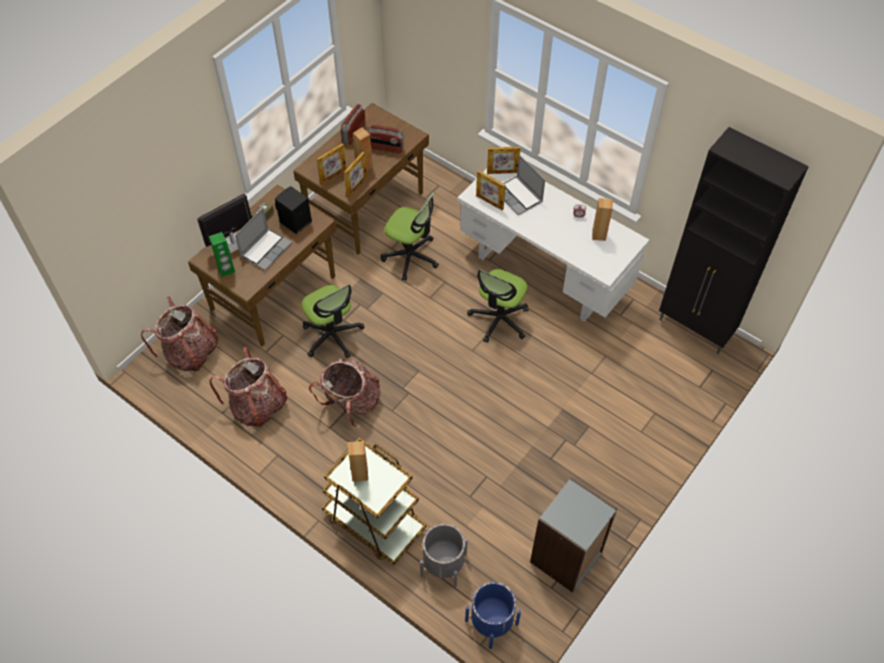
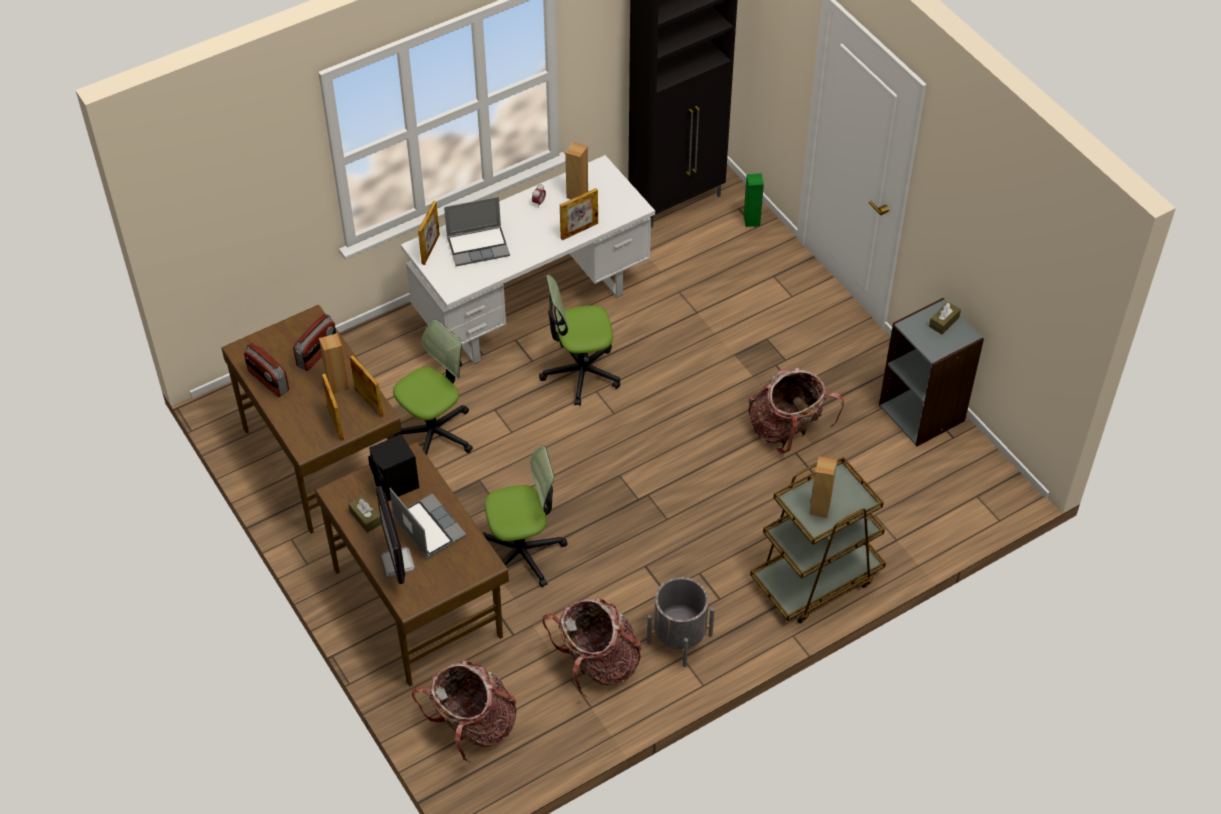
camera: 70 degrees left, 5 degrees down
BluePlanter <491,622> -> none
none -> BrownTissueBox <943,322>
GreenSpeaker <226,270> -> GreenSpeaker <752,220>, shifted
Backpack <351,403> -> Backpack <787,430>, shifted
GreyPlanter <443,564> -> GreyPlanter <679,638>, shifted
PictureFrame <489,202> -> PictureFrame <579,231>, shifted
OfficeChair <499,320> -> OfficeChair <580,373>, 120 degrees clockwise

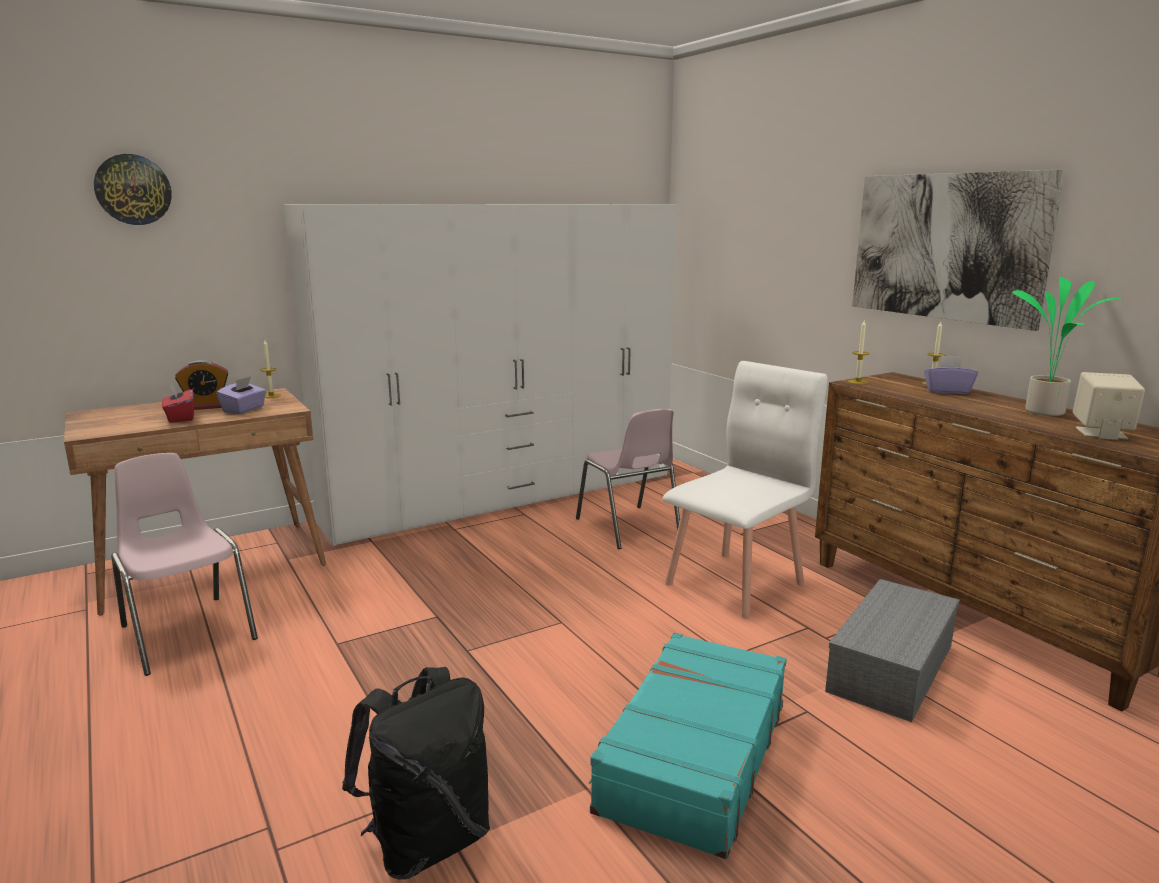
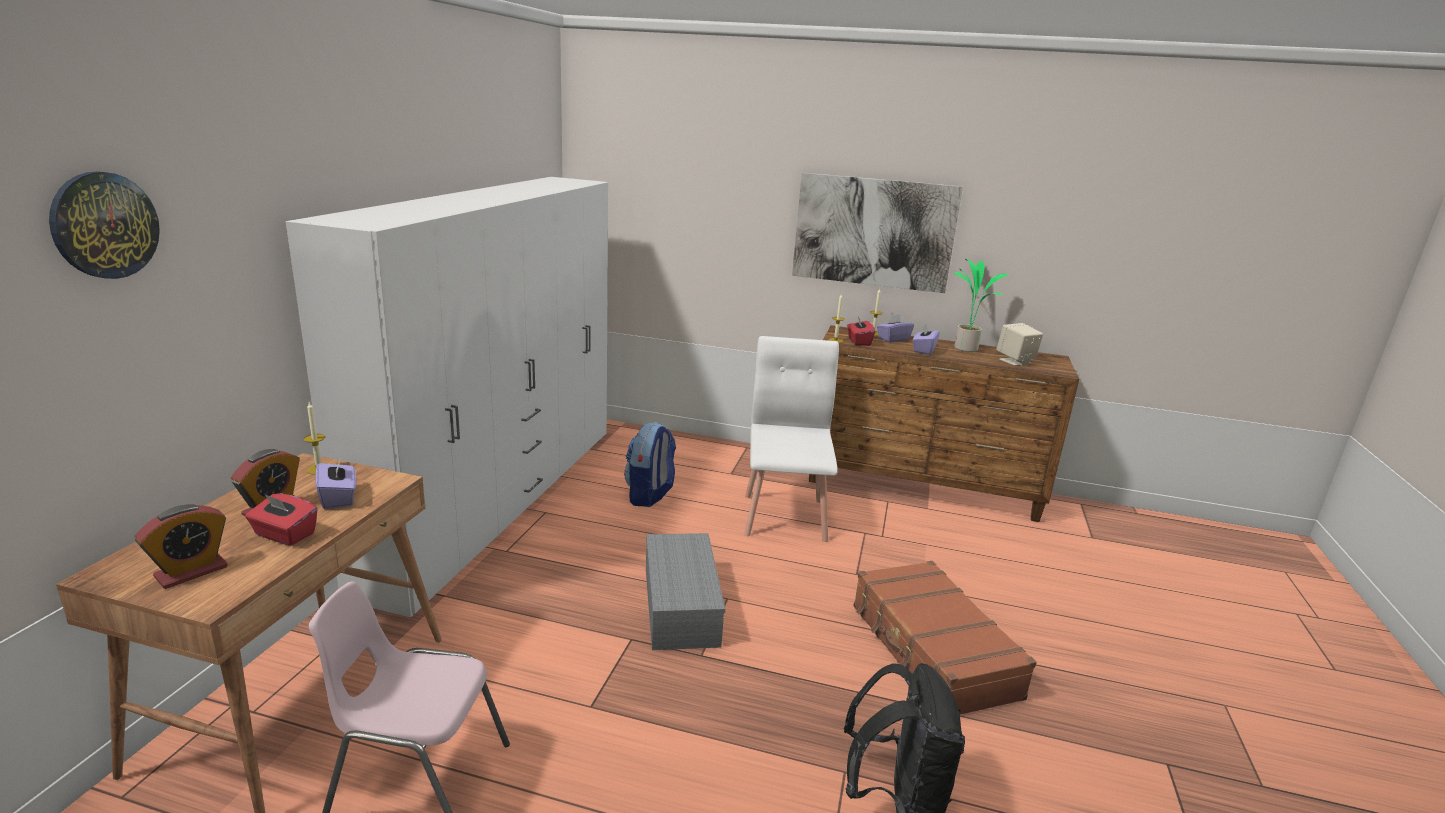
camera: 45 degrees left, 5 degrees up
none -> AlarmClock <191,572>
none -> RedTissueBox <858,342>
none -> PurpleTissueBox <923,350>
GreyStorageBox <890,666> -> GreyStorageBox <679,605>, shifted
PinkChair <628,528> -> Backpack <650,496>
TurquoiseSuitcase <692,756> -> BrownSuitcase <932,651>

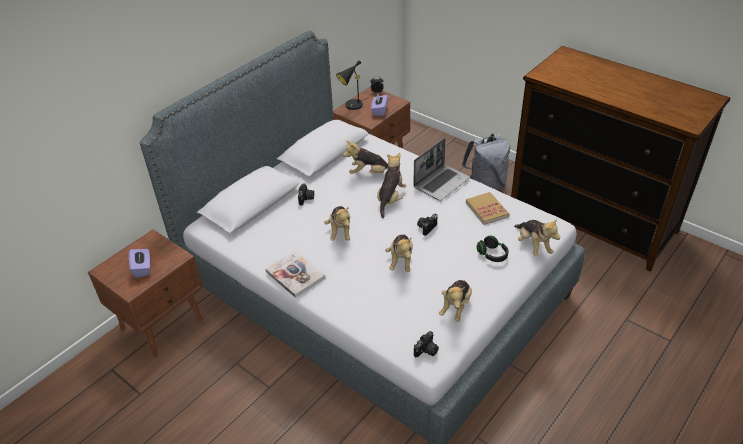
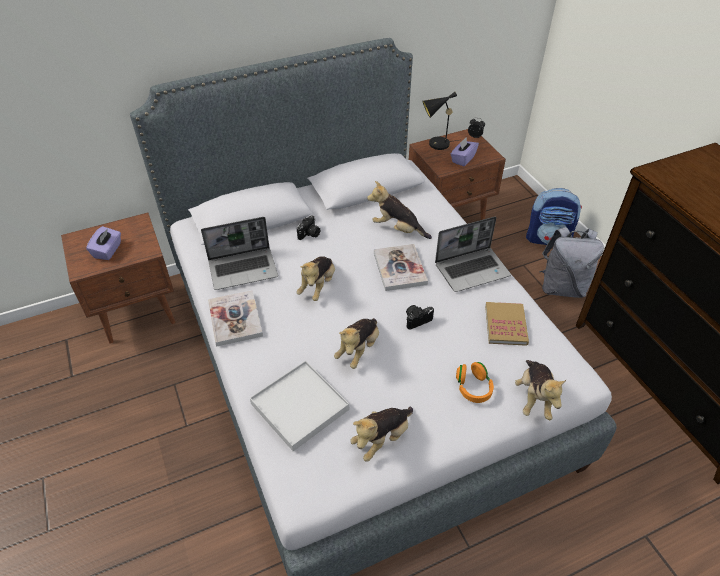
camera: 25 degrees right, 5 degrees up
PhotoCamera <426,351> -> none
none -> Laptop <244,269>
none -> WhiteTray <299,406>
none -> Backpack <548,238>
PlushToy <390,199> -> Book <399,268>
BlackHeadphones <492,255> -> OrangeHeadphones <473,388>

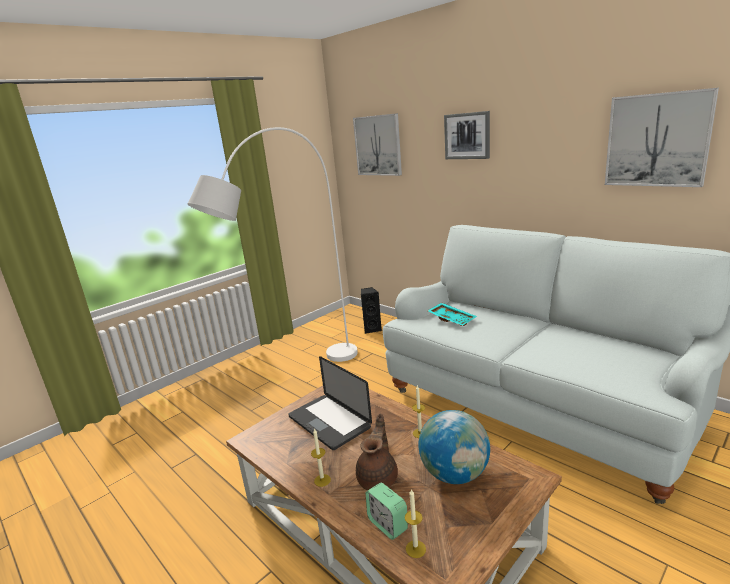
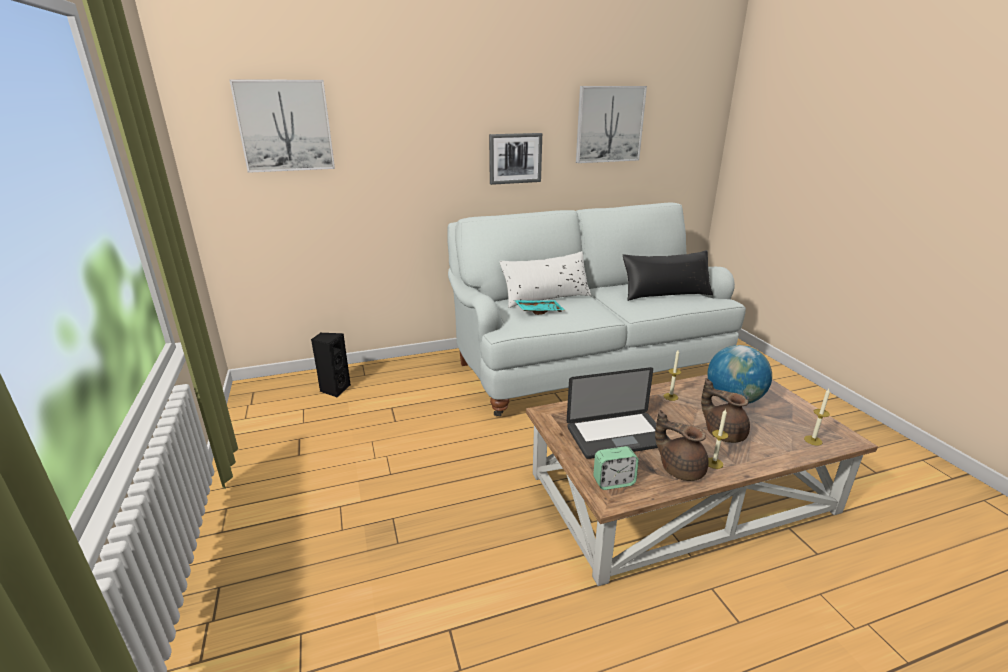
camera: 65 degrees left, 5 degrees up
WhiteFloorLamp <299,381> -> none
none -> WhitePillow <546,297>
none -> BlackPillow <665,294>
none -> BrownTeapot <680,468>
AlarmClock <387,524> -> AlarmClock <613,482>, shifted
Picture <467,136> -> Picture <515,158>, shifted

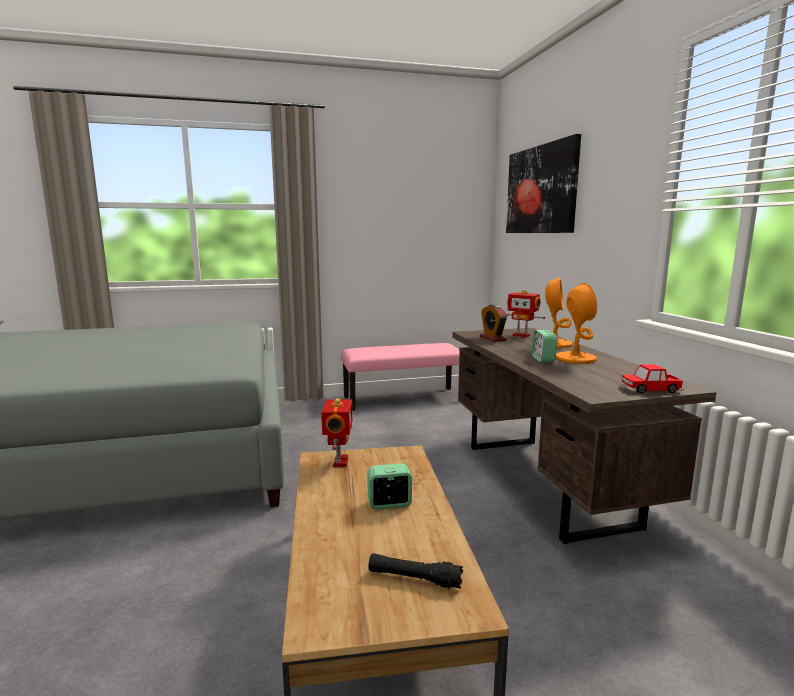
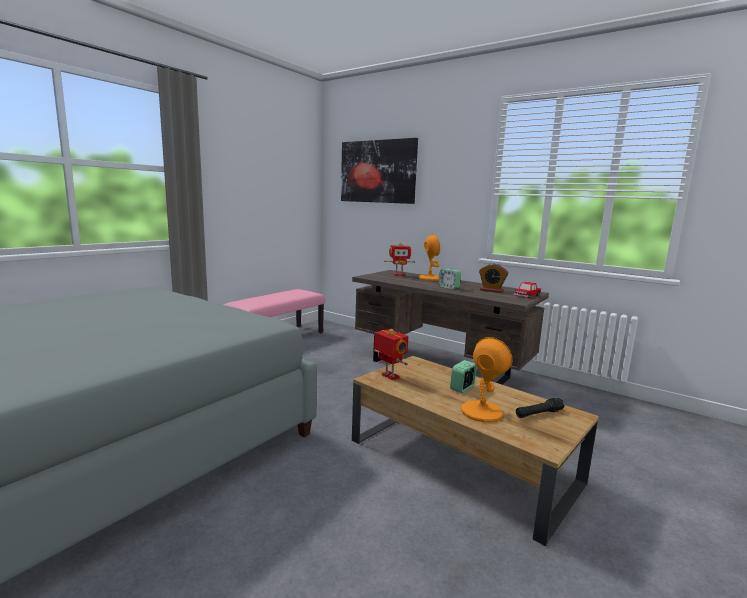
camera: 40 degrees left, 0 degrees up
AlarmClock <492,338> -> AlarmClock <491,290>, shifted
OrangeTableLamp <575,358> -> OrangeTableLamp <481,412>, shifted

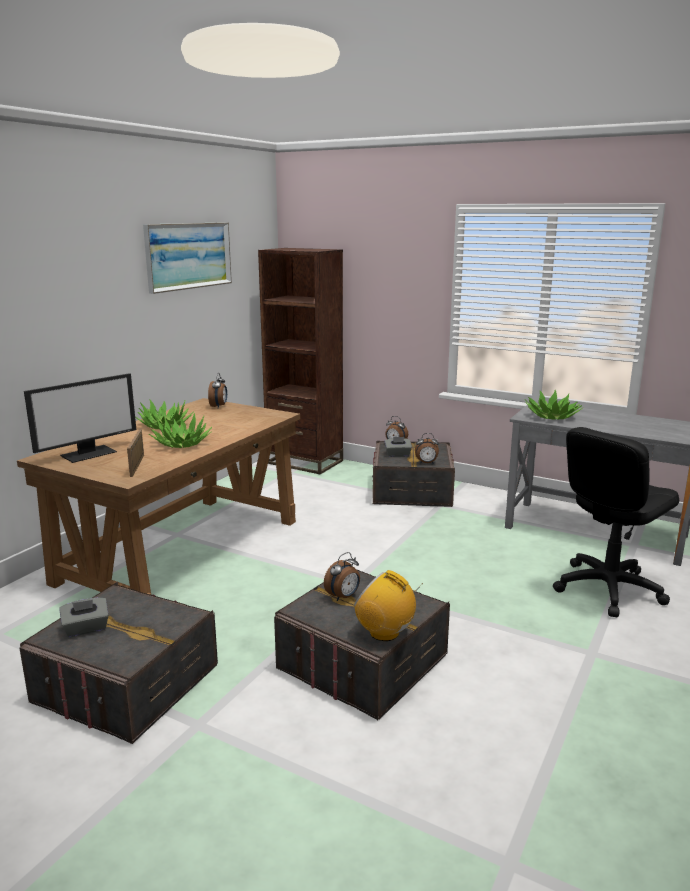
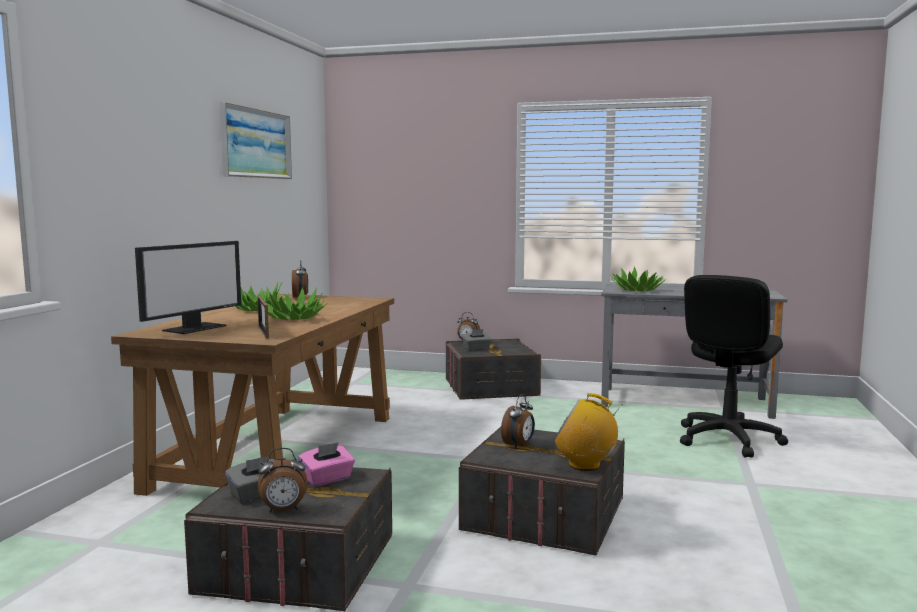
camera: 15 degrees left, 10 degrees down
BrownBookcase <304,462> -> none
none -> PinkTissueBox <327,479>
AlarmClock <426,463> -> AlarmClock <283,510>, shifted

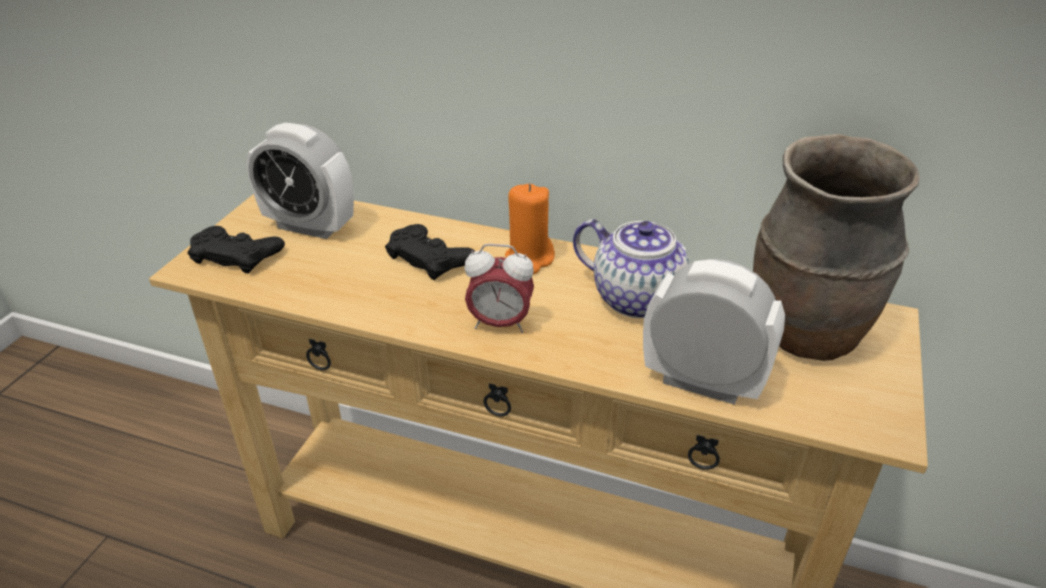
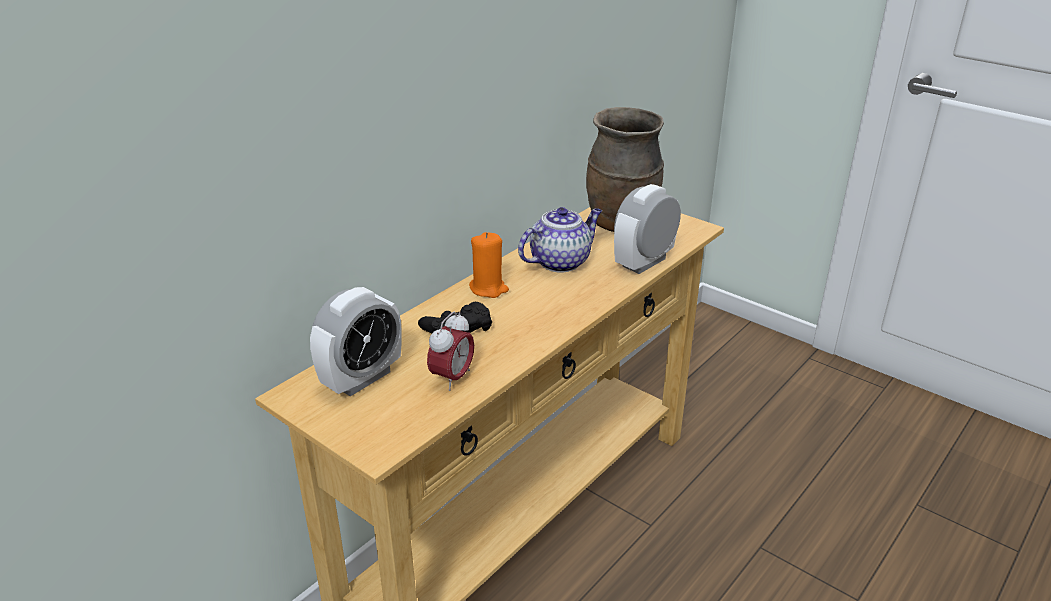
camera: 70 degrees left, 5 degrees down
BlackGameController <236,255> -> none
AlarmClock <500,324> -> AlarmClock <452,378>, shifted

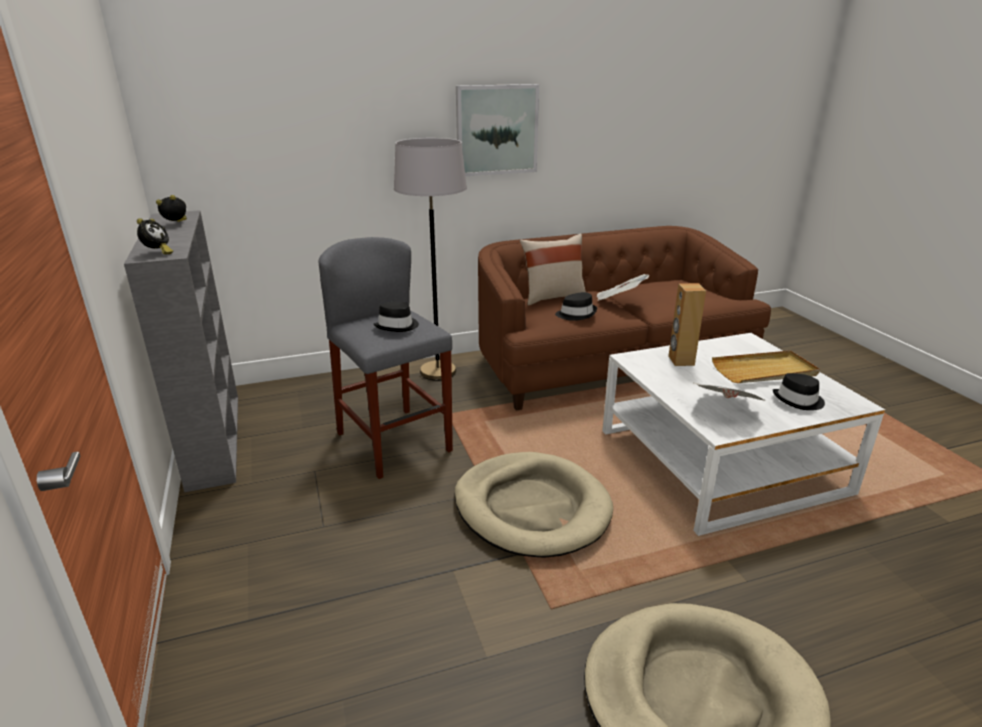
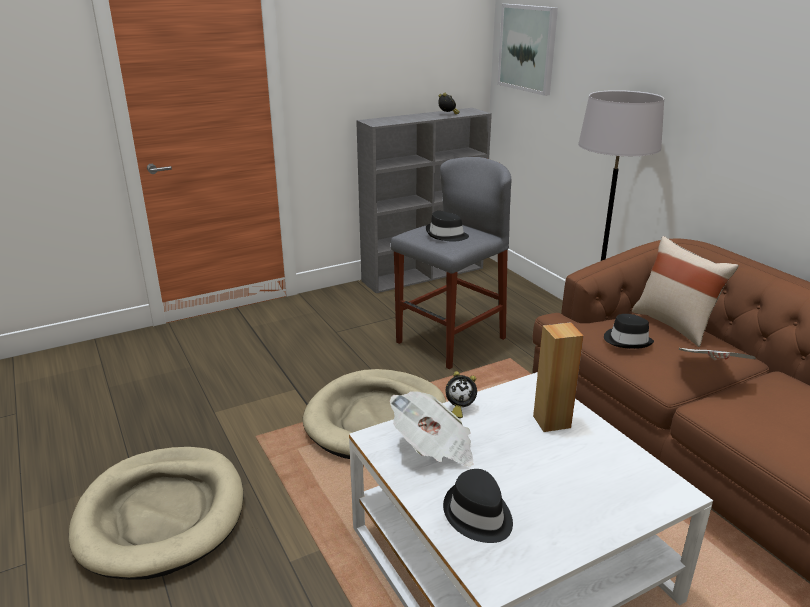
camera: 80 degrees right, 0 degrees up
BeigeTray <764,371> -> none
AlarmClock <157,253> -> AlarmClock <459,408>, shifted
Picture <496,130> -> Picture <527,48>, shifted

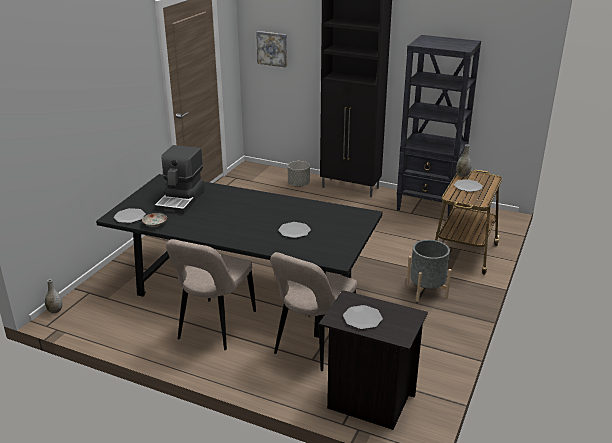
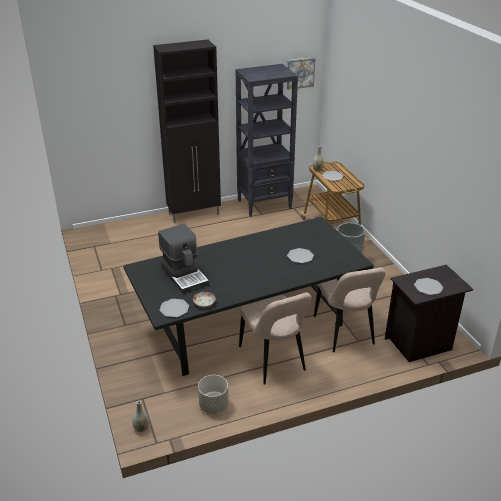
camera: 45 degrees left, 5 degrees up
Picture <272,48> -> Picture <300,72>, shifted
GreyPlanter <298,184> -> GreyPlanter <213,405>, shifted

